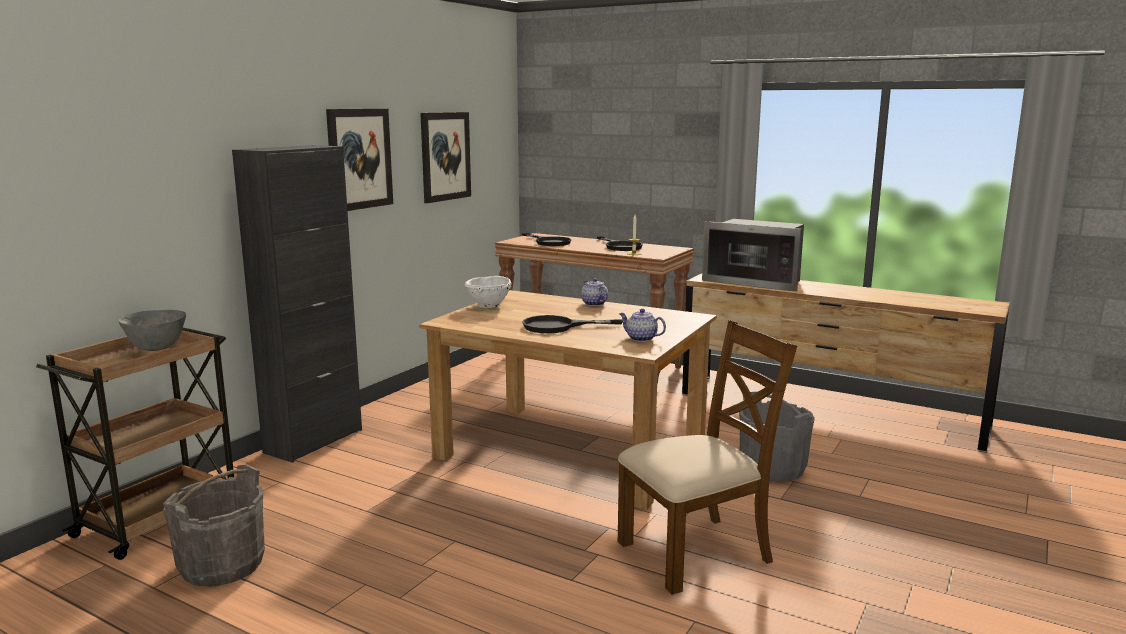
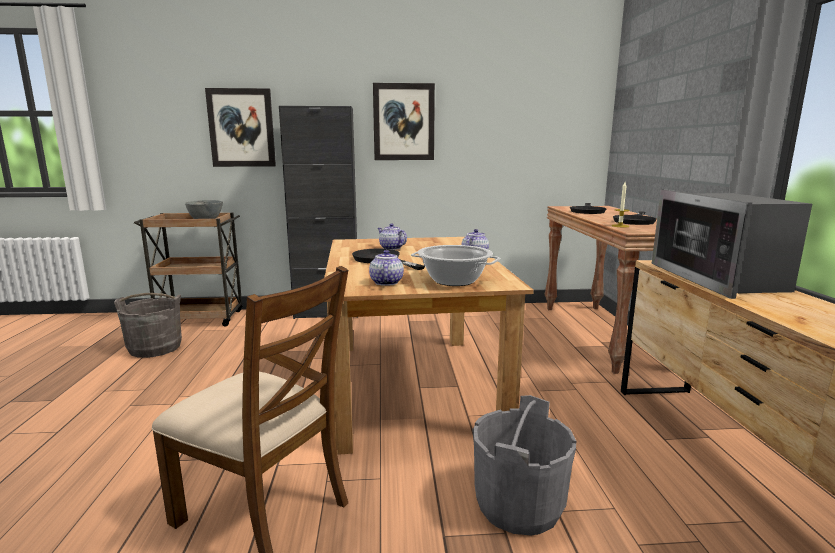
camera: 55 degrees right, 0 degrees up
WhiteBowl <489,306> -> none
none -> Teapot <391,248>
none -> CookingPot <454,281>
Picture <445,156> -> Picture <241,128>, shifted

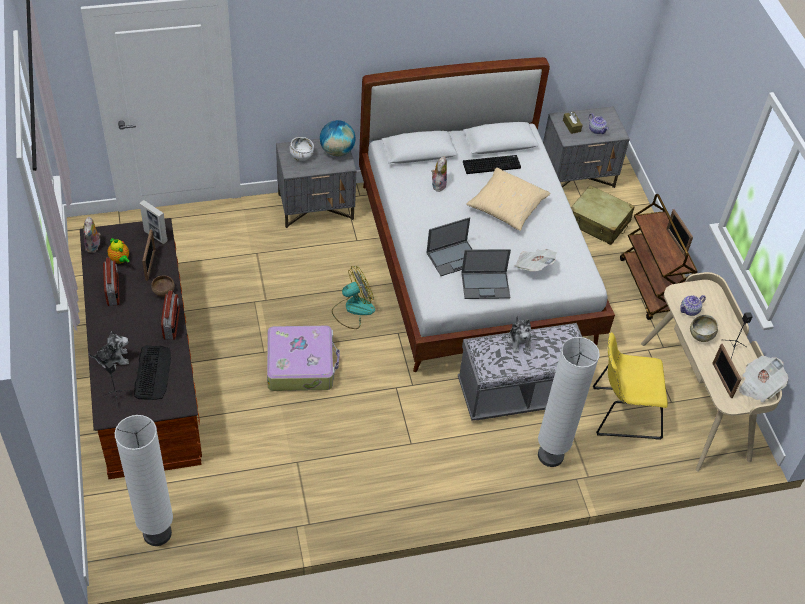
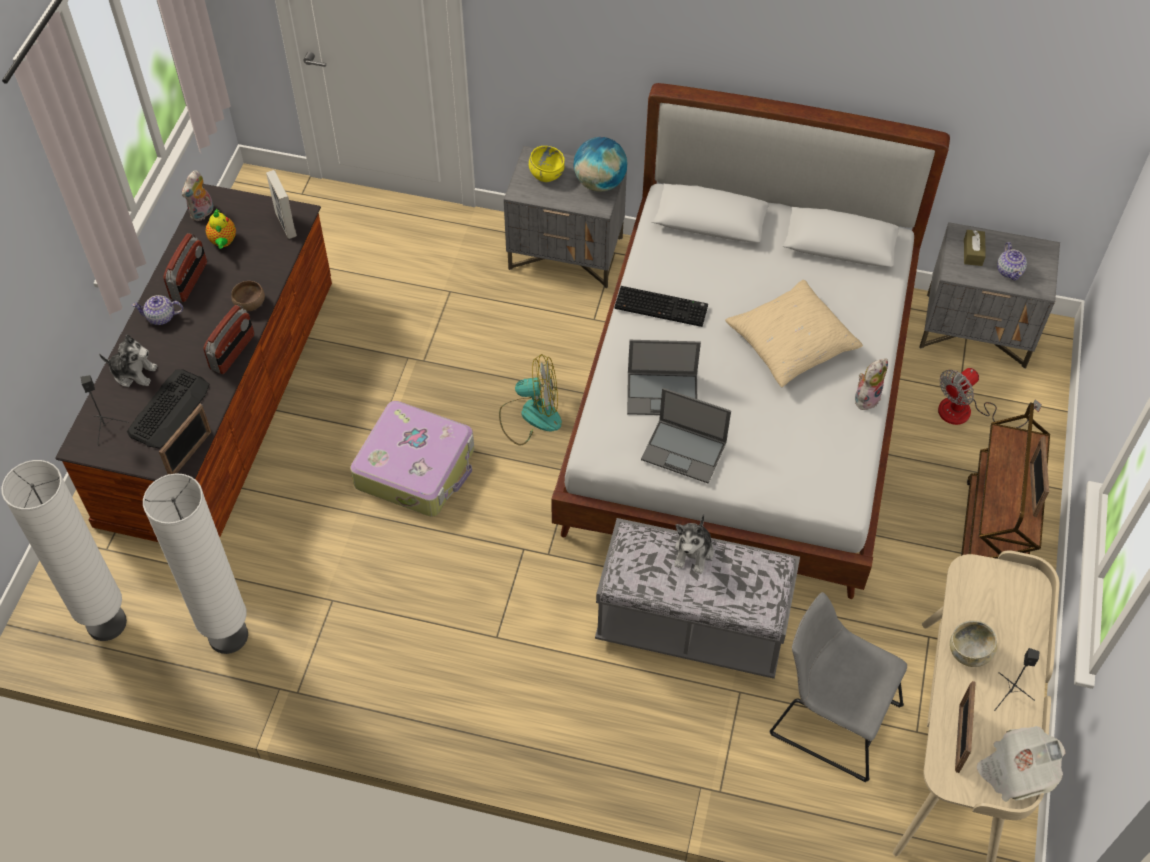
camera: 30 degrees right, 5 degrees up
Newspaper <533,266> -> none
PictureFrame <150,265> -> PictureFrame <190,454>, shifted
PlushToy <438,184> -> PlushToy <866,397>, shifted
Keyboard <492,164> -> Keyboard <662,306>, shifted
WhiteFloorLamp <550,455> -> WhiteFloorLamp <228,636>, shifted
Teapot <690,310> -> Teapot <161,317>, shifted
BeigeSuitcase <598,222> -> Fan <967,413>
WhiteBowl <301,156> -> YellowBowl <546,174>
YellowChair <622,412> -> GreyChair <830,717>

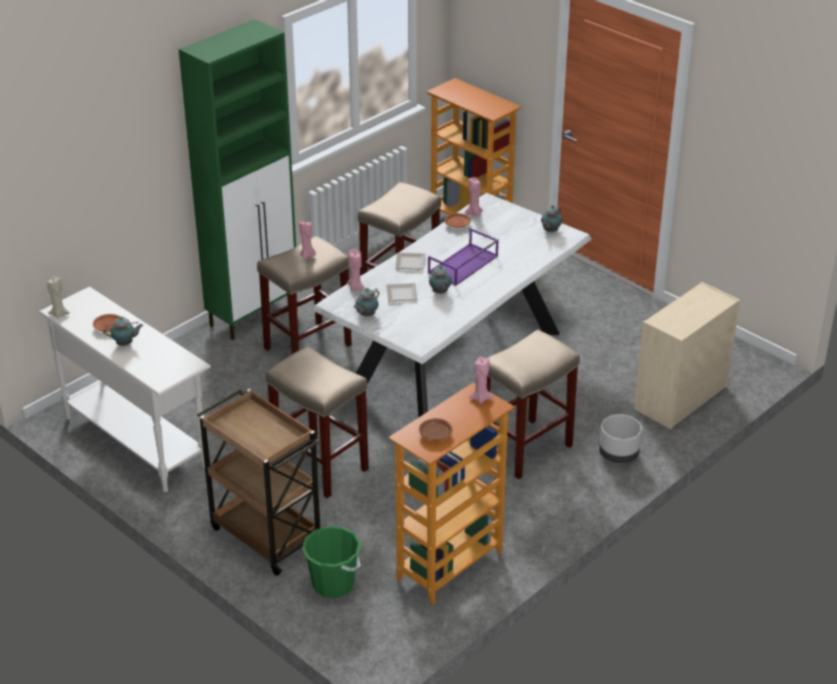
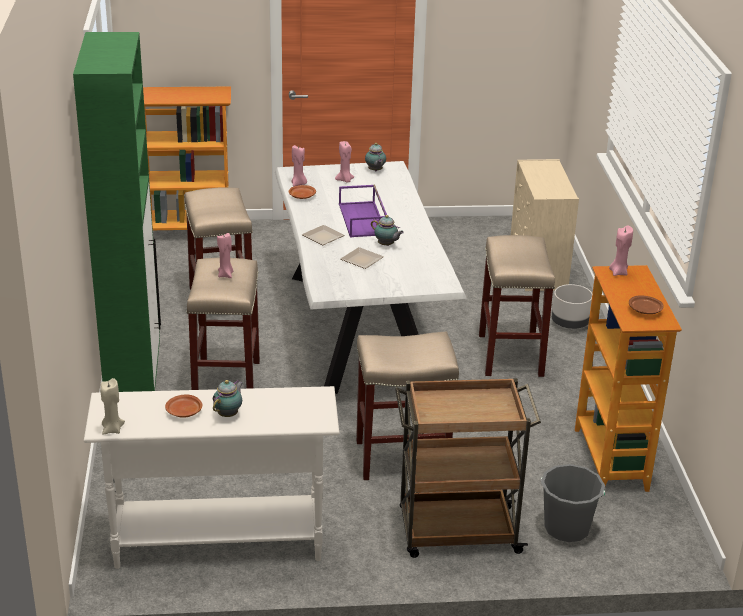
camera: 50 degrees left, 5 degrees down
Teapot <366,315> -> none
PinkCandle <355,288> -> PinkCandle <345,180>, shifted
GreenBucket <333,584> -> GreyBucket <567,528>

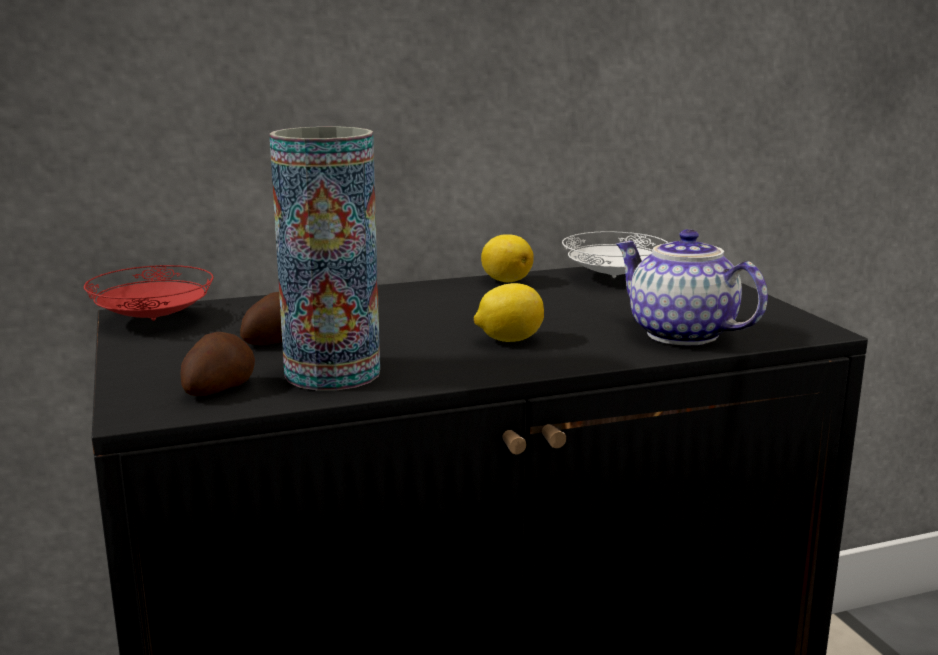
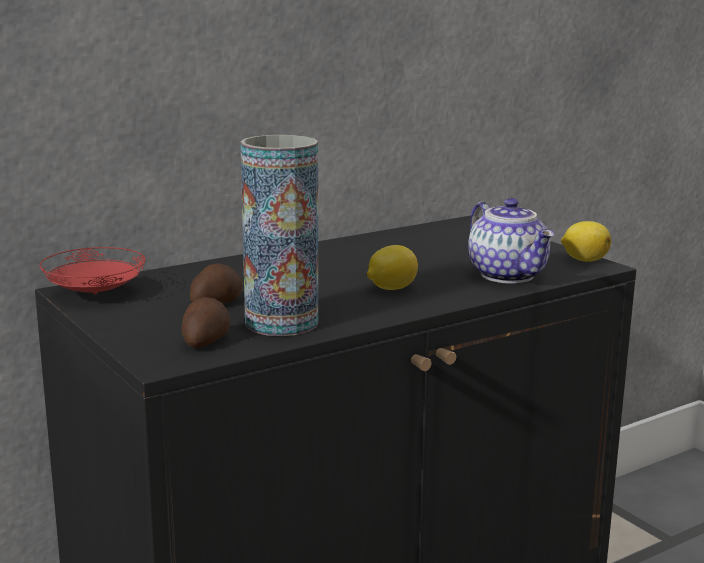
camera: 15 degrees left, 0 degrees up
WhitePlate <614,278> -> none
Lemon <505,280> -> Lemon <584,260>, shifted
Teapot <679,334> -> Teapot <509,275>, 150 degrees counterclockwise

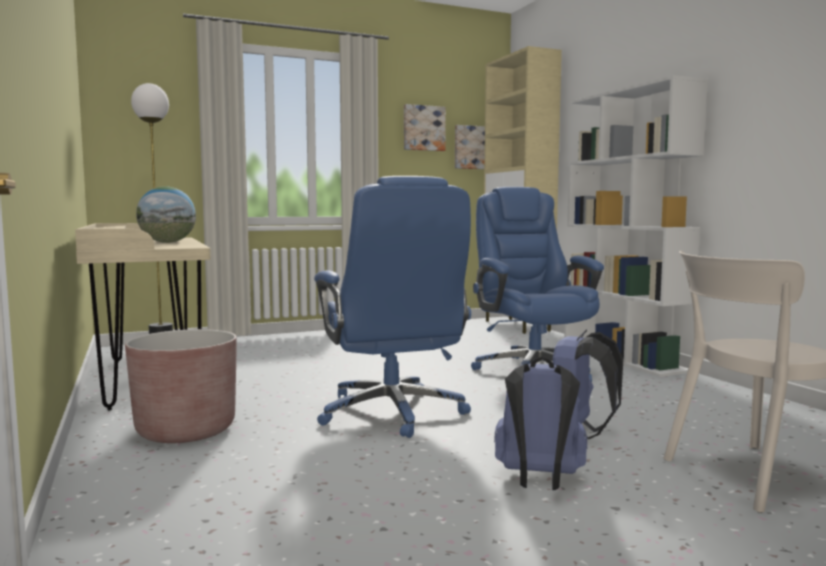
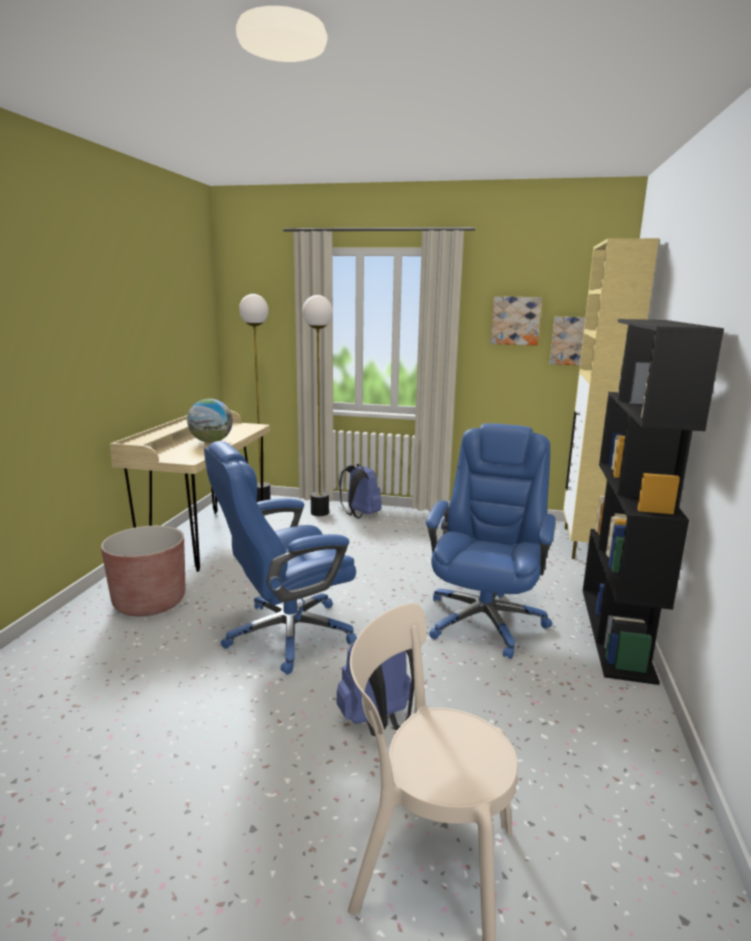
camera: 35 degrees right, 10 degrees up
none -> FloorLamp <320,512>
BlueBackpack <539,481> -> BlueBackpack <360,515>, shifted
WhiteBookcase <623,358> -> BlackBookcase <616,632>
BlueOfficeChair <392,413> -> BlueOfficeChair <286,634>, 45 degrees clockwise

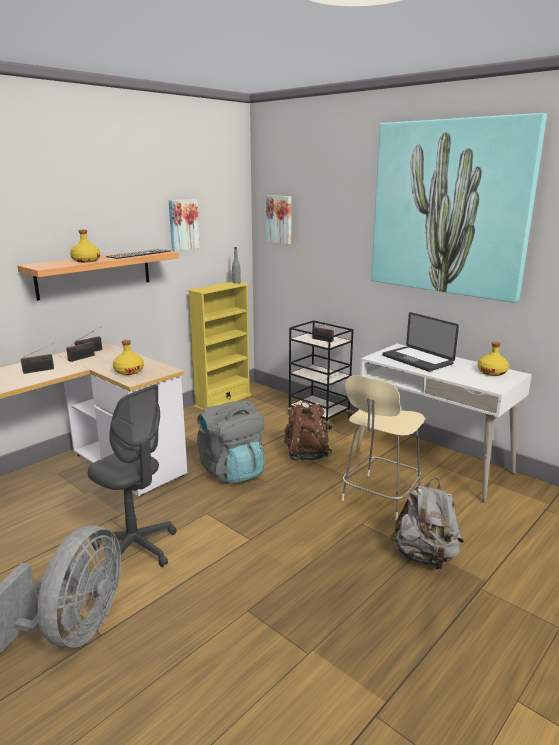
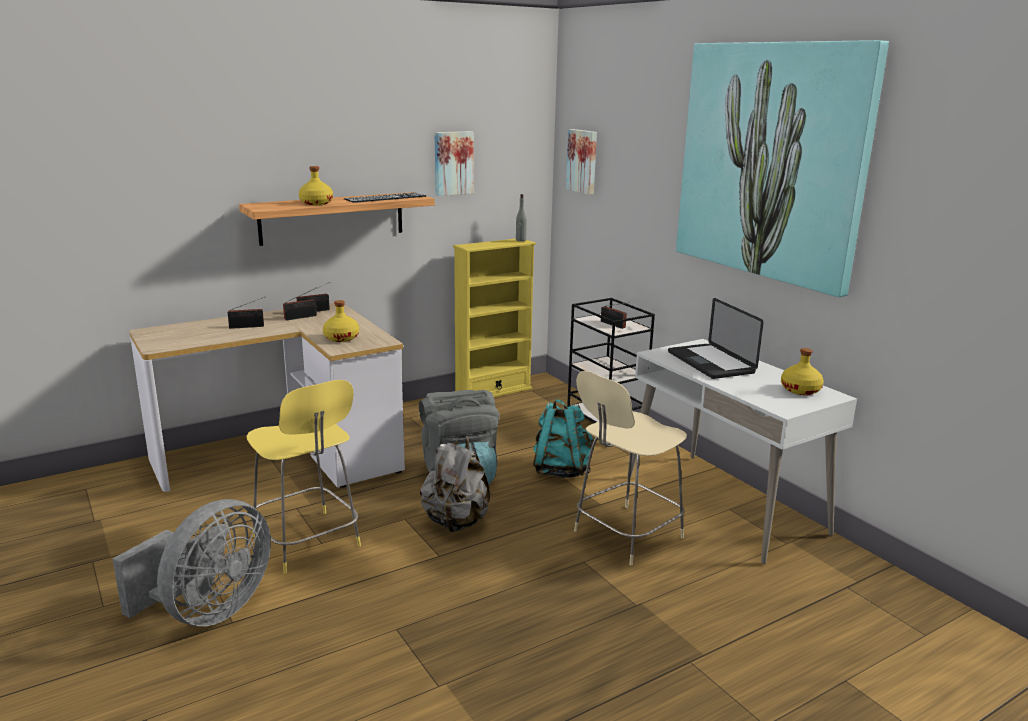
camera: 15 degrees right, 0 degrees up
GreyBackpack <425,556> -> GreyBackpack <456,522>, shifted
GreyOfficeChair <135,548> -> YellowStool <308,543>
BrownBackpack <306,455> -> TurquoiseBackpack <561,471>

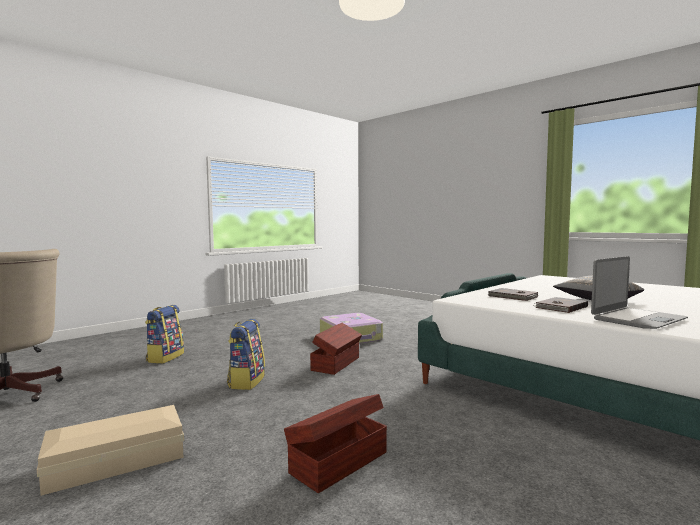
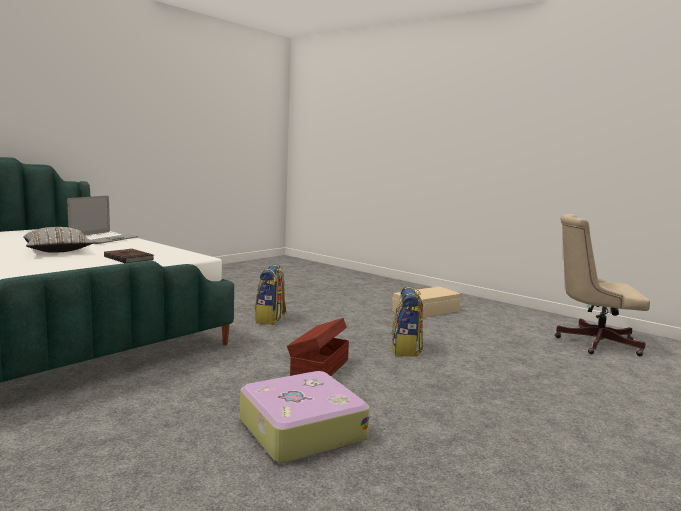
camera: 175 degrees right, 5 degrees up
BrownStorageBox <337,462> -> none
BrownBook <560,307> -> none
Backpack <165,357> -> Backpack <271,319>, shifted
Laptop <637,319> -> Laptop <104,239>, 150 degrees clockwise

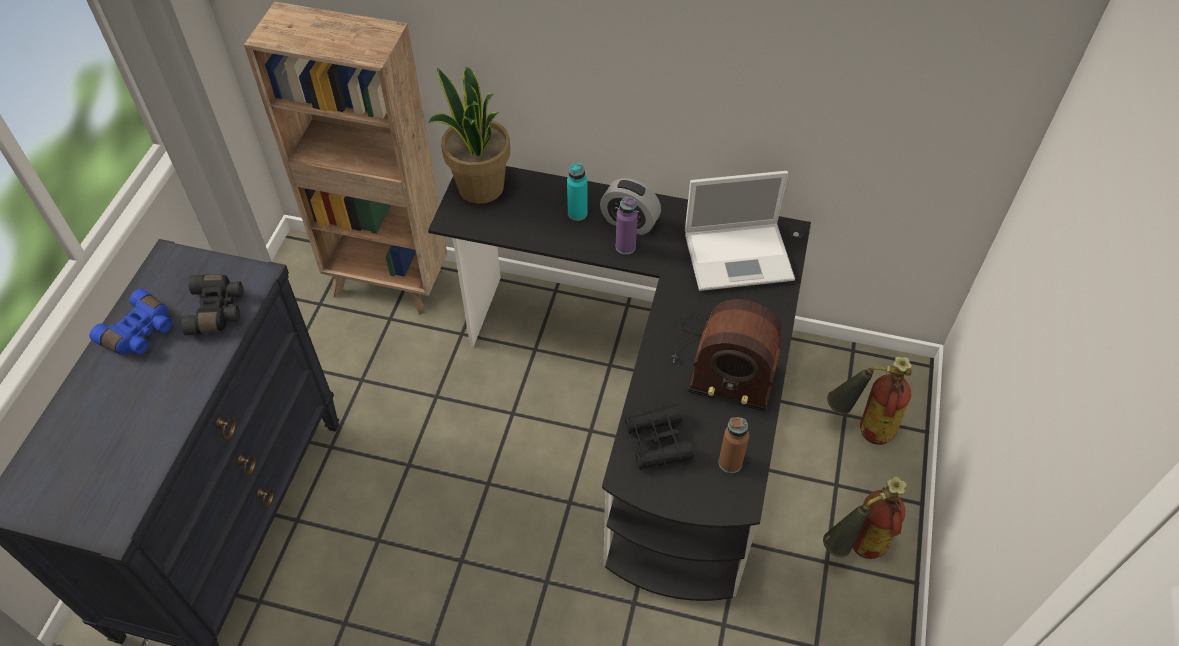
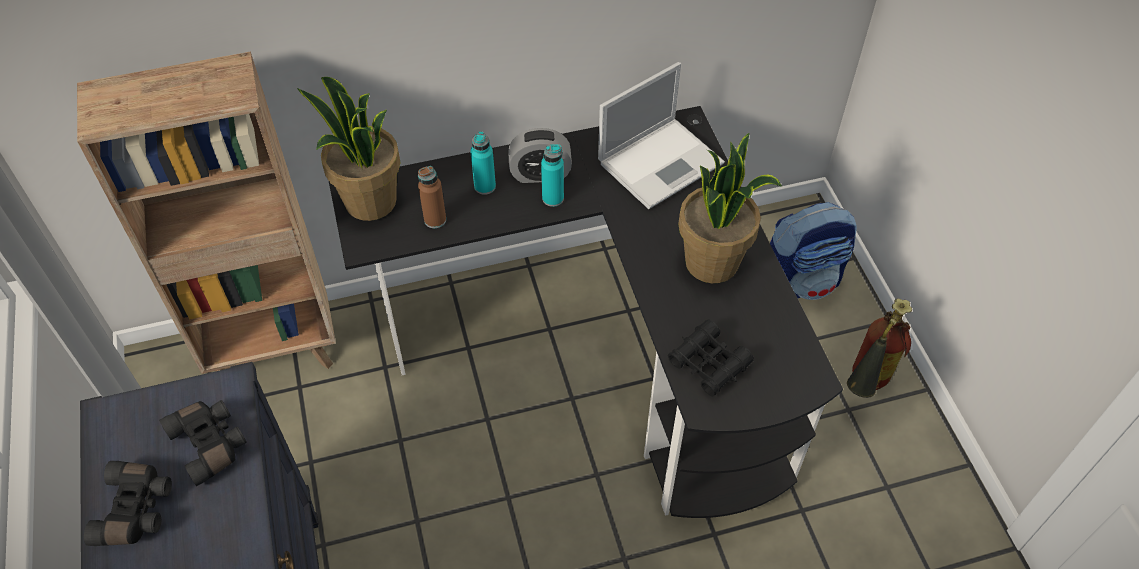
camera: 30 degrees left, 0 degrees up
BrownBottle <730,462> -> BrownBottle <435,220>, shifted
Radio <722,361> -> PottedPlant <713,263>
FireExtinguisher <860,429> -> Backpack <801,281>
BlueBinoculars <140,333> -> BlackBinoculars <137,510>
PurpleBottle <625,247> -> TurquoiseBottle <553,198>

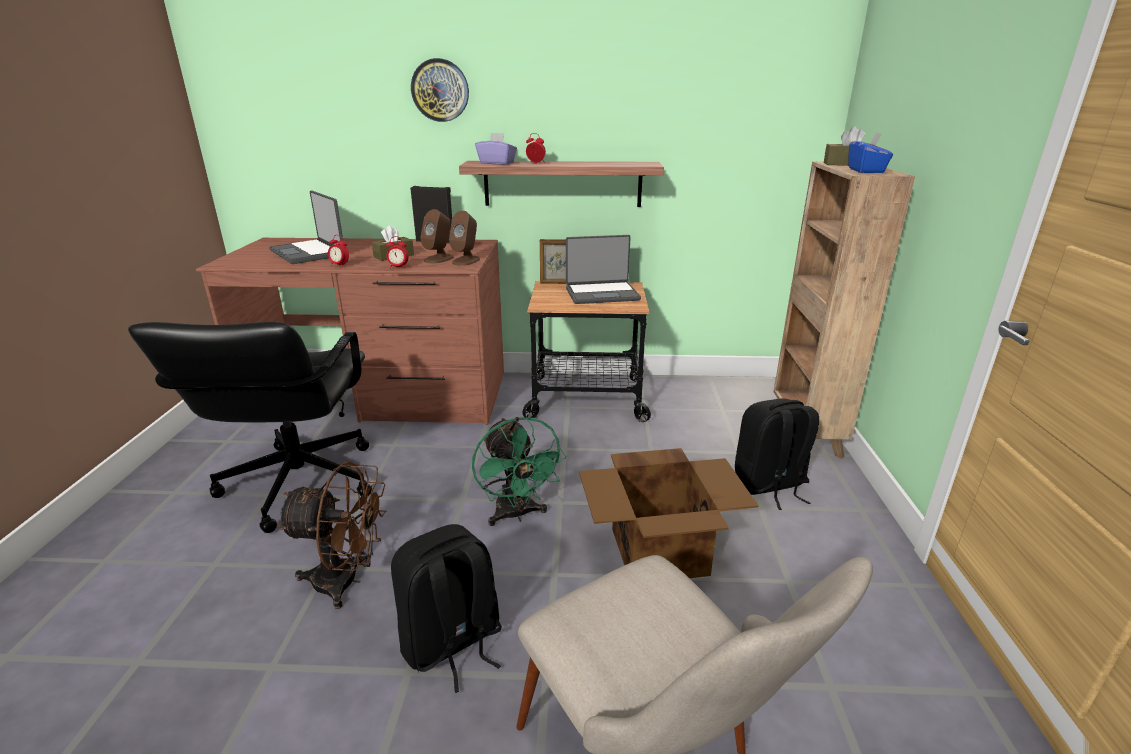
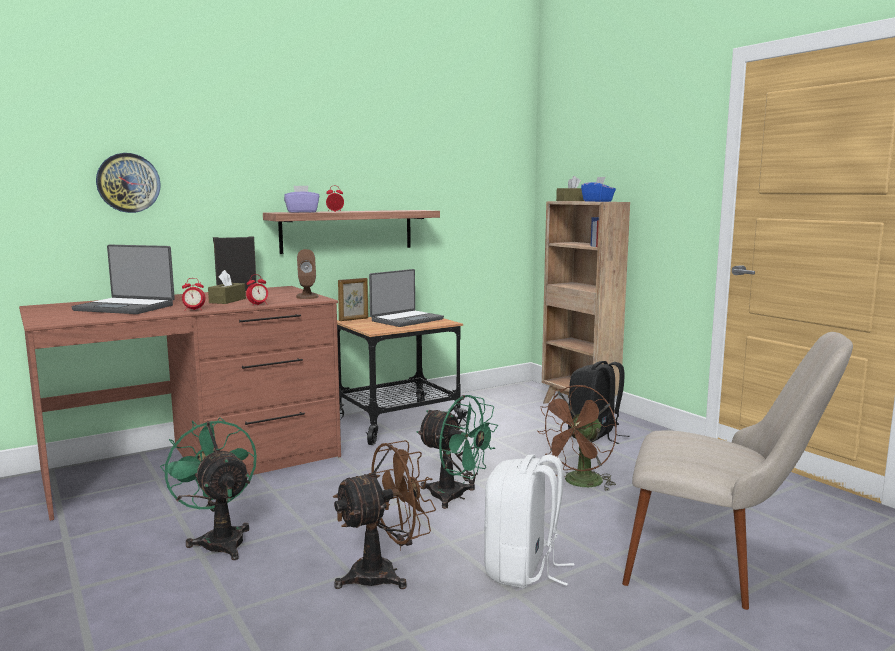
camera: 35 degrees left, 15 degrees down
BrownSpeaker <439,259> -> none
WallClock <440,90> -> WallClock <128,183>, shifted
BlackOfficeChair <298,483> -> GreenFan <219,539>
CardboardBox <660,551> -> BrownFan <579,483>
BlackBackpack <452,644> -> WhiteBackpack <522,570>

